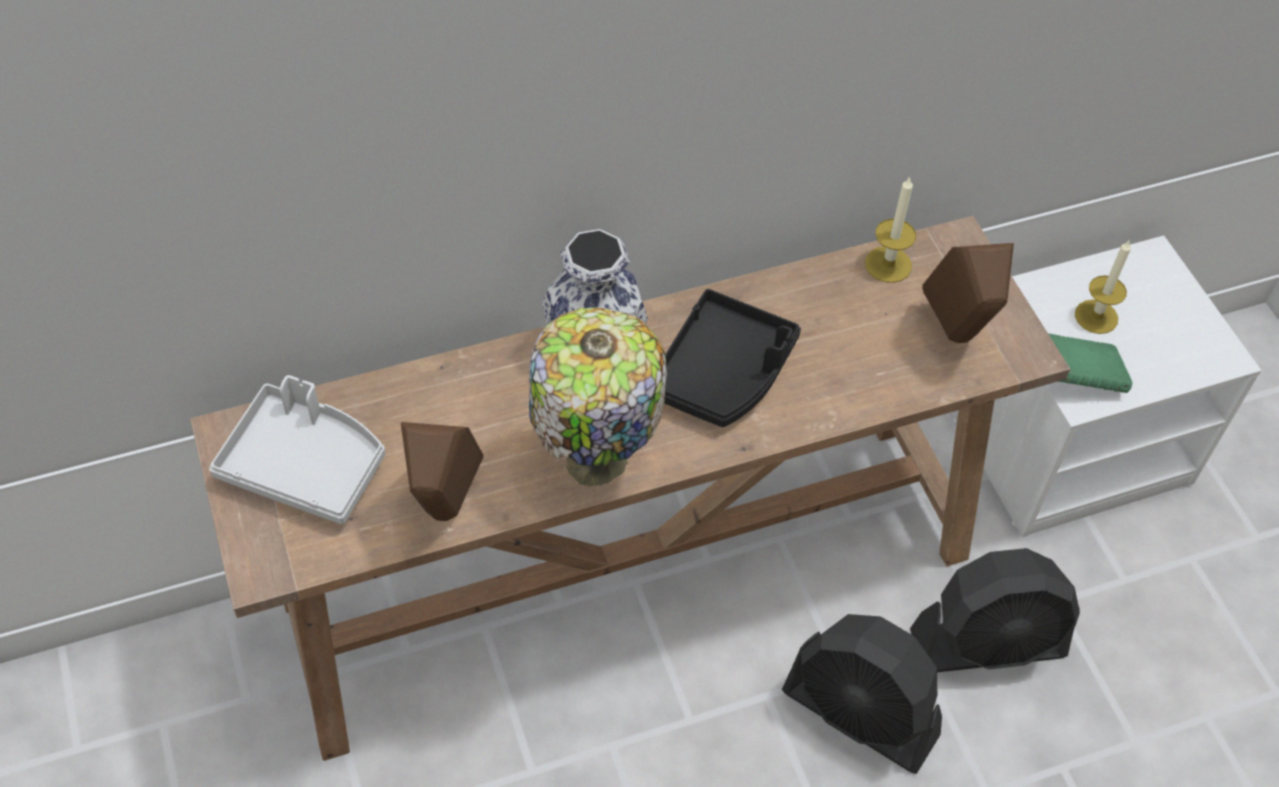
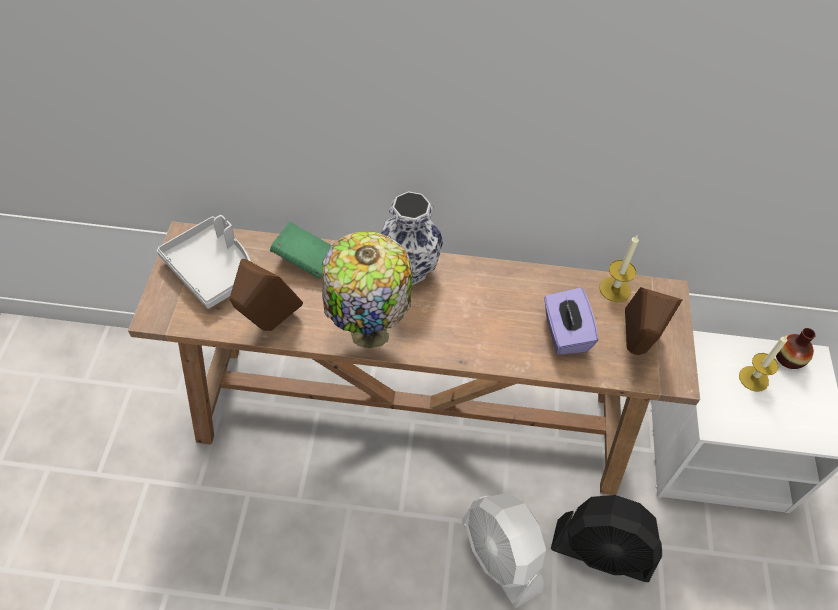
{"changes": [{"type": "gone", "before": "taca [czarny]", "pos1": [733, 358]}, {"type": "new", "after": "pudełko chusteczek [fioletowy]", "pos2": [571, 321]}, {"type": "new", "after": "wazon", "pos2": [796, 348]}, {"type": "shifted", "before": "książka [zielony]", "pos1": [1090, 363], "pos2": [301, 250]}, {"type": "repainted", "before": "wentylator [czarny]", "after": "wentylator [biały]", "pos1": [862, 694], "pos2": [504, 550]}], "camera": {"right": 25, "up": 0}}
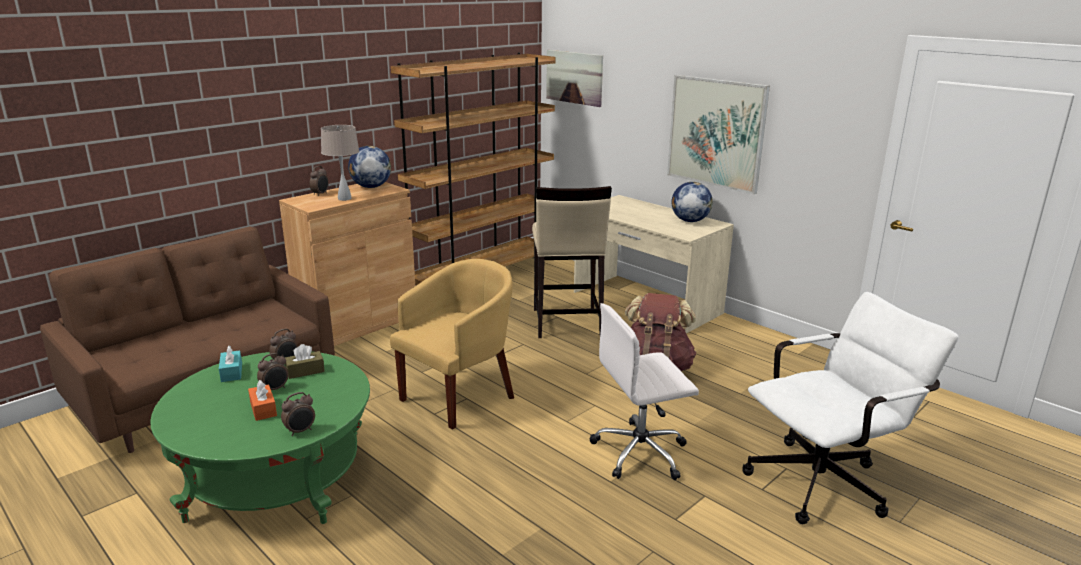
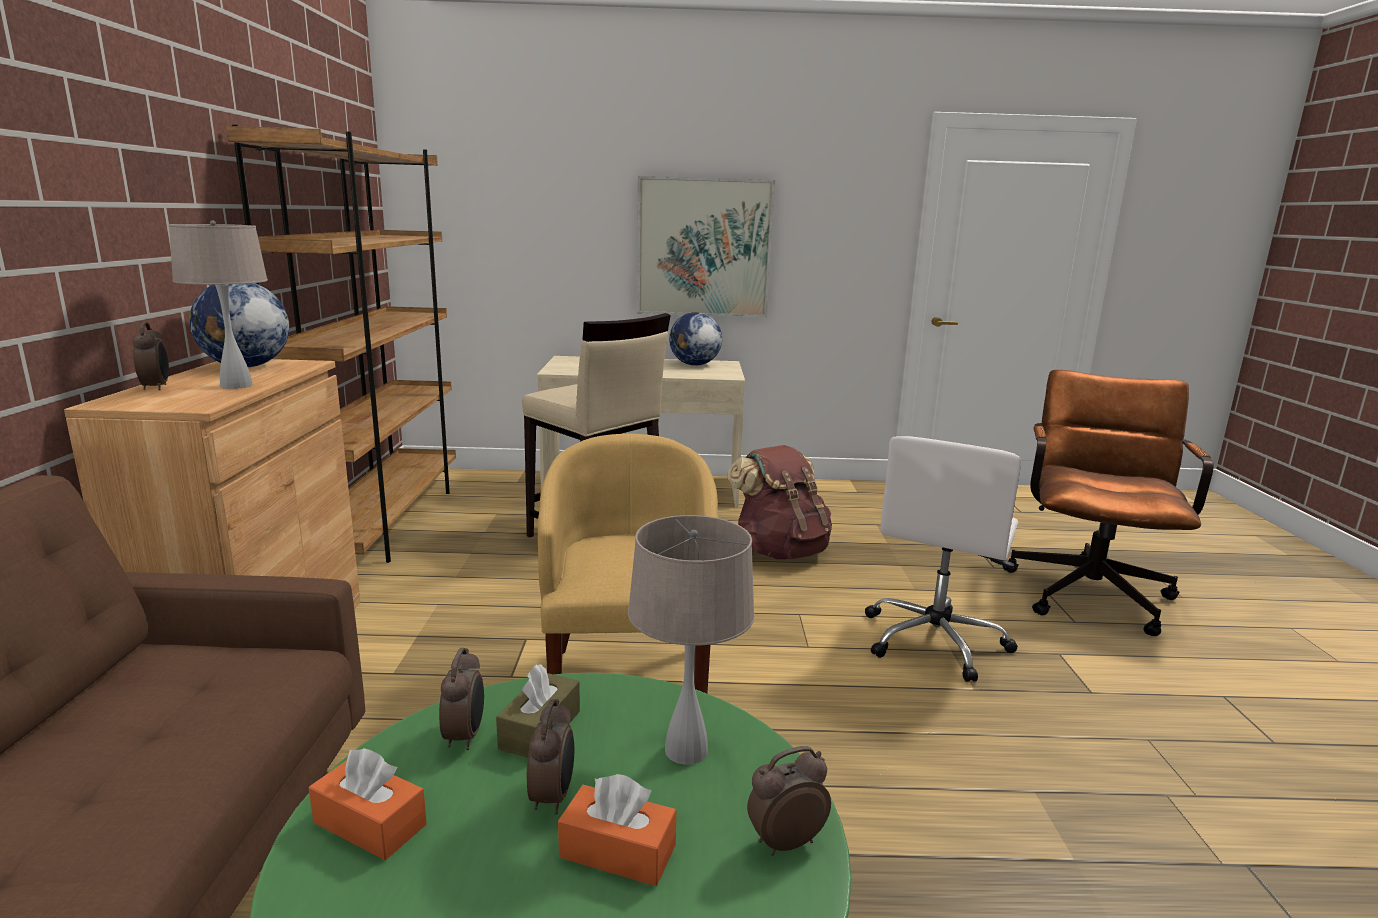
{"changes": [{"type": "gone", "before": "obraz", "pos1": [574, 78]}, {"type": "new", "after": "lampa stołowa [beżowy]", "pos2": [691, 640]}, {"type": "repainted", "before": "pudełko chusteczek [turkusowy]", "after": "pudełko chusteczek [pomarańczowy]", "pos1": [230, 364], "pos2": [368, 804]}, {"type": "repainted", "before": "krzesło biurowe [biały]", "after": "krzesło biurowe [brązowy]", "pos1": [850, 408], "pos2": [1108, 503]}, {"type": "rotated", "before": "budzik", "pos1": [298, 414], "pos2": [789, 801], "turn": -120}], "camera": {"right": -45, "up": -5}}
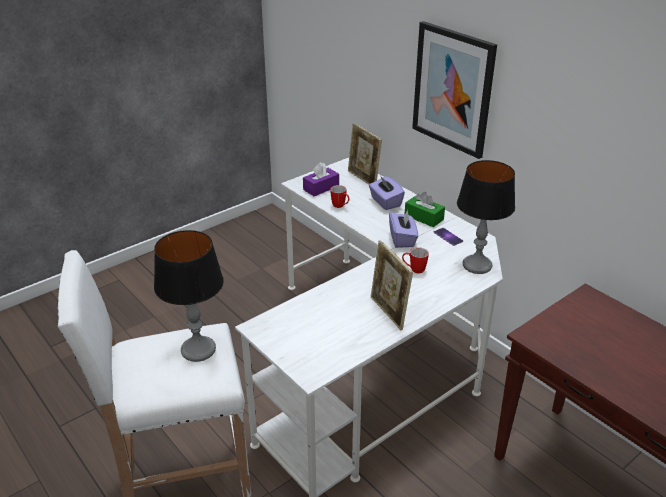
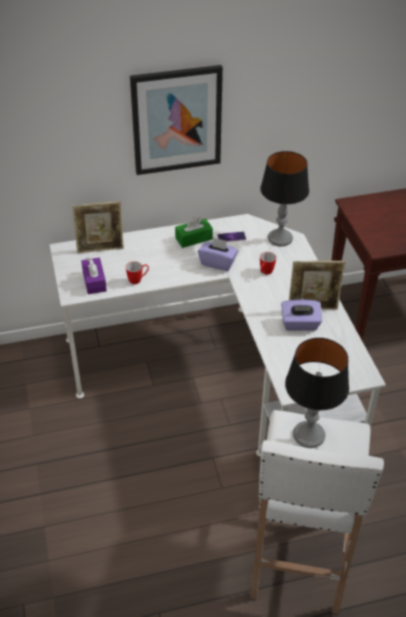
{"changes": [{"type": "shifted", "before": "pudełko chusteczek [fioletowy]", "pos1": [387, 192], "pos2": [301, 315]}], "camera": {"right": -65, "up": 10}}
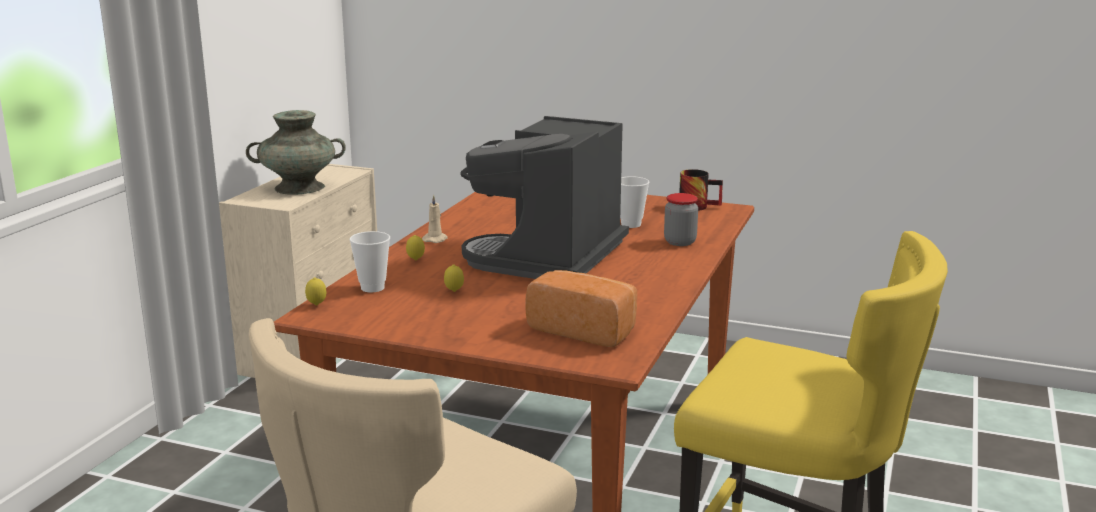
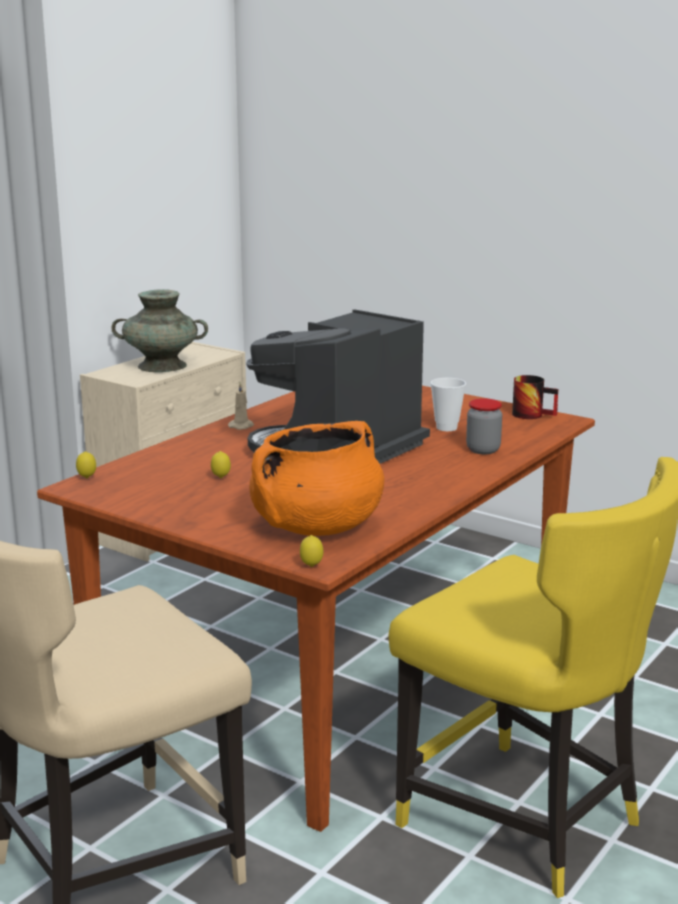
{"changes": [{"type": "gone", "before": "filiżanka", "pos1": [370, 261]}, {"type": "shifted", "before": "cytryna", "pos1": [415, 247], "pos2": [311, 551]}, {"type": "swapped", "before": "chleb", "after": "garnek [pomarańczowy]", "pos1": [581, 308], "pos2": [316, 478]}], "camera": {"right": 15, "up": 0}}
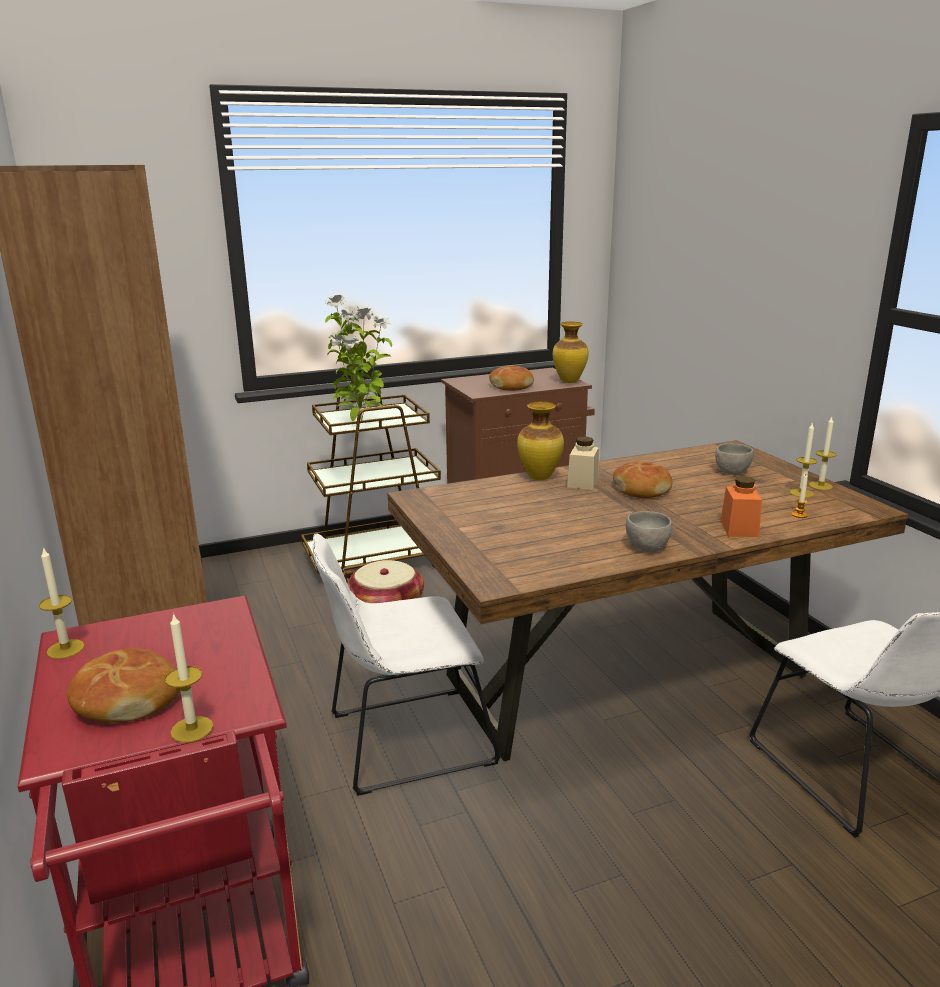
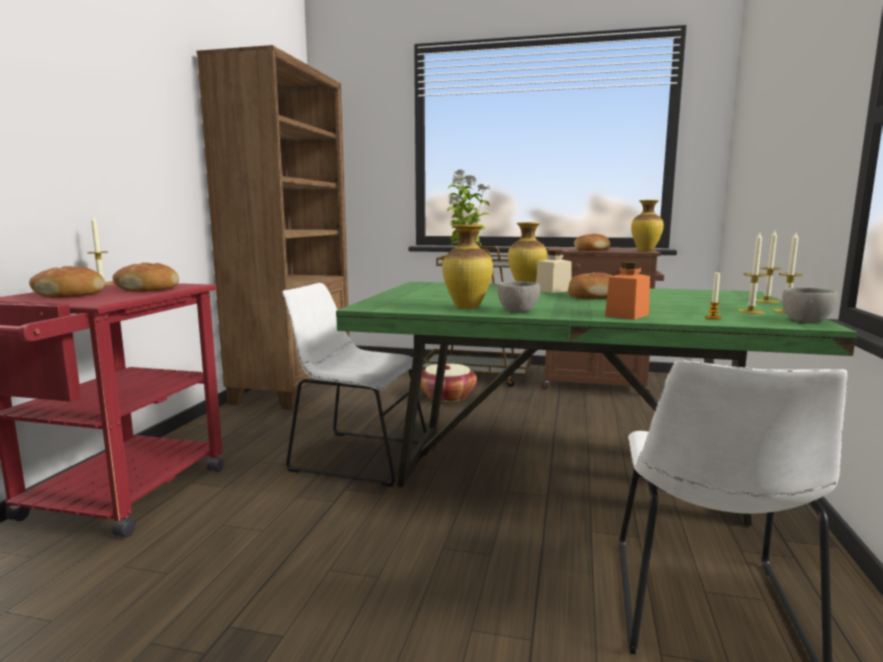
{"changes": [{"type": "new", "after": "chleb", "pos2": [146, 277]}, {"type": "new", "after": "wazon", "pos2": [467, 266]}, {"type": "shifted", "before": "świeca", "pos1": [189, 678], "pos2": [768, 267]}, {"type": "shifted", "before": "miska [szary]", "pos1": [734, 459], "pos2": [810, 305]}, {"type": "repainted", "before": "stół jadalny [brązowy]", "after": "stół jadalny [zielony]", "pos1": [647, 600], "pos2": [596, 404]}], "camera": {"right": 35, "up": -10}}
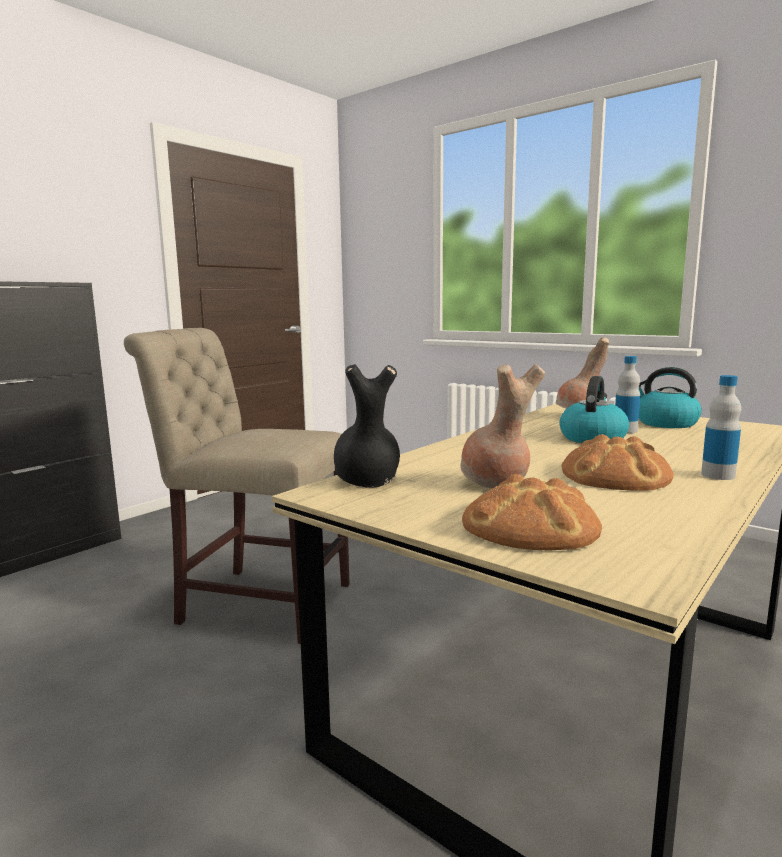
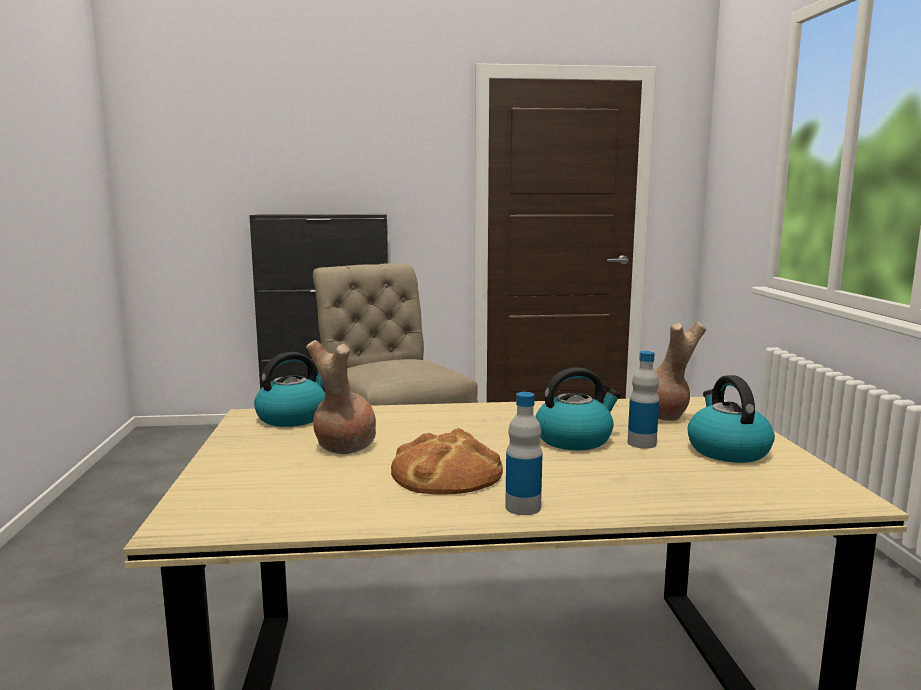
{"changes": [{"type": "gone", "before": "chleb", "pos1": [532, 511]}, {"type": "swapped", "before": "wazon [czarny]", "after": "czajnik", "pos1": [367, 425], "pos2": [289, 389]}], "camera": {"right": 45, "up": 0}}
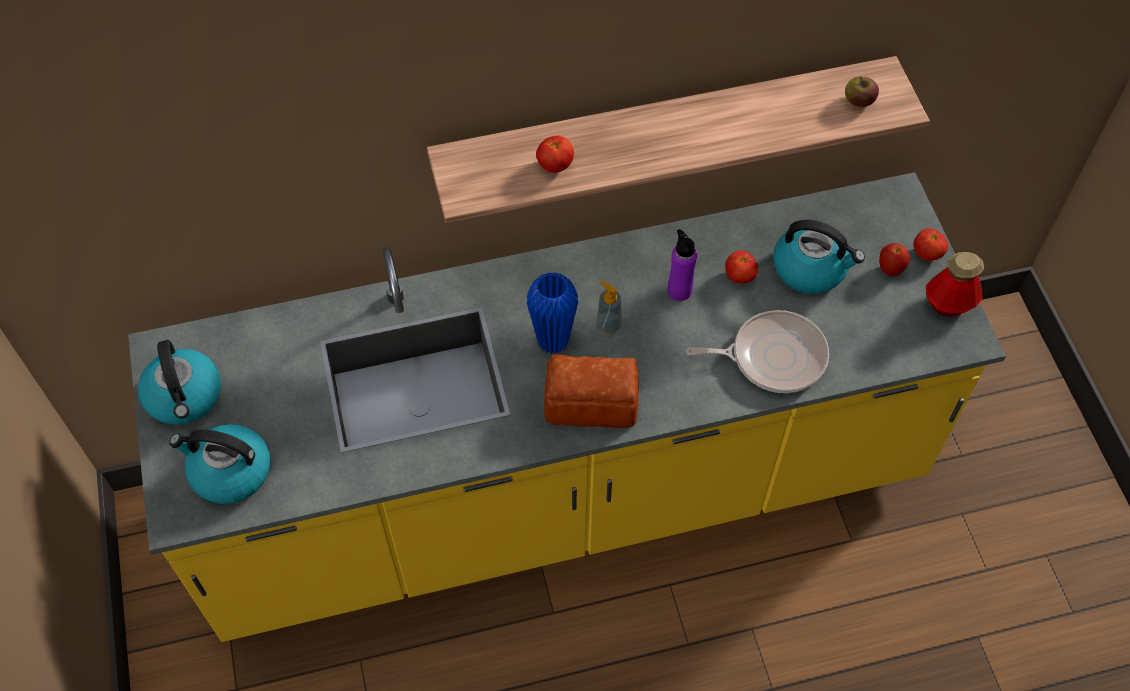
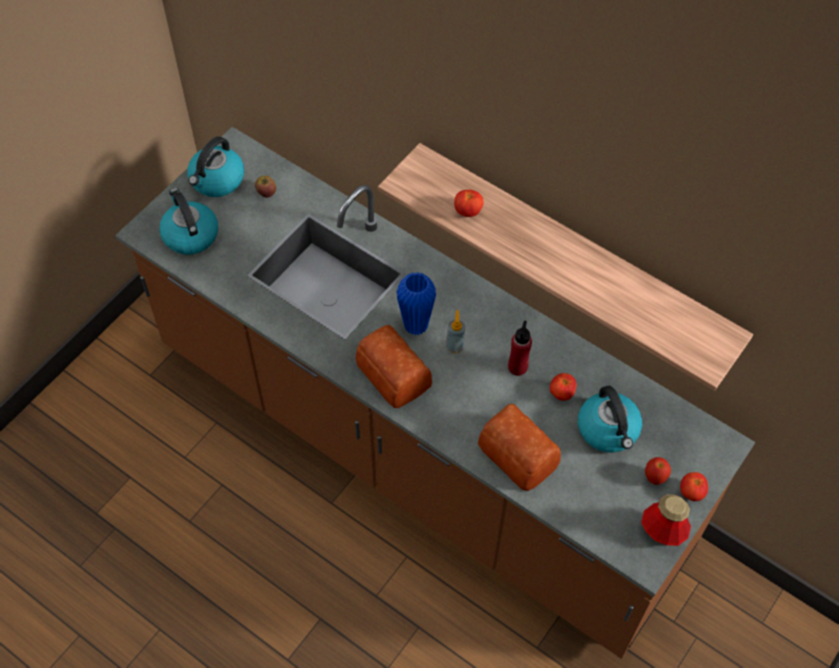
{"changes": [{"type": "shifted", "before": "jabłko", "pos1": [862, 91], "pos2": [265, 187]}, {"type": "swapped", "before": "patelnia", "after": "chleb", "pos1": [757, 351], "pos2": [519, 447]}, {"type": "repainted", "before": "zabudowa kuchenna [żółty]", "after": "zabudowa kuchenna [brązowy]", "pos1": [567, 407], "pos2": [435, 393]}, {"type": "repainted", "before": "butelka [fioletowy]", "after": "butelka [czerwony]", "pos1": [682, 265], "pos2": [520, 348]}], "camera": {"right": 50, "up": 0}}
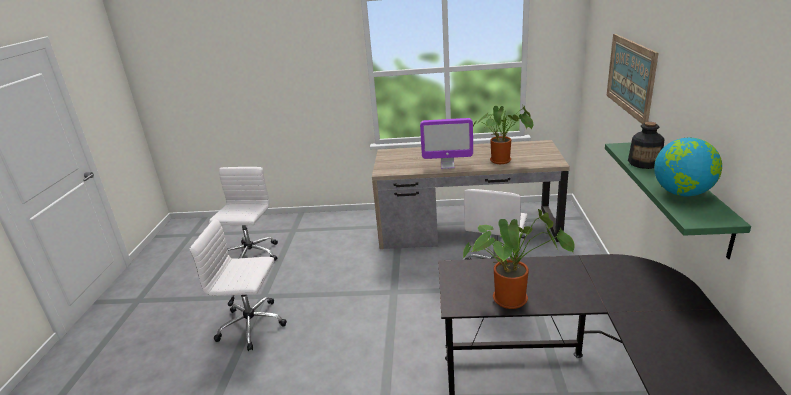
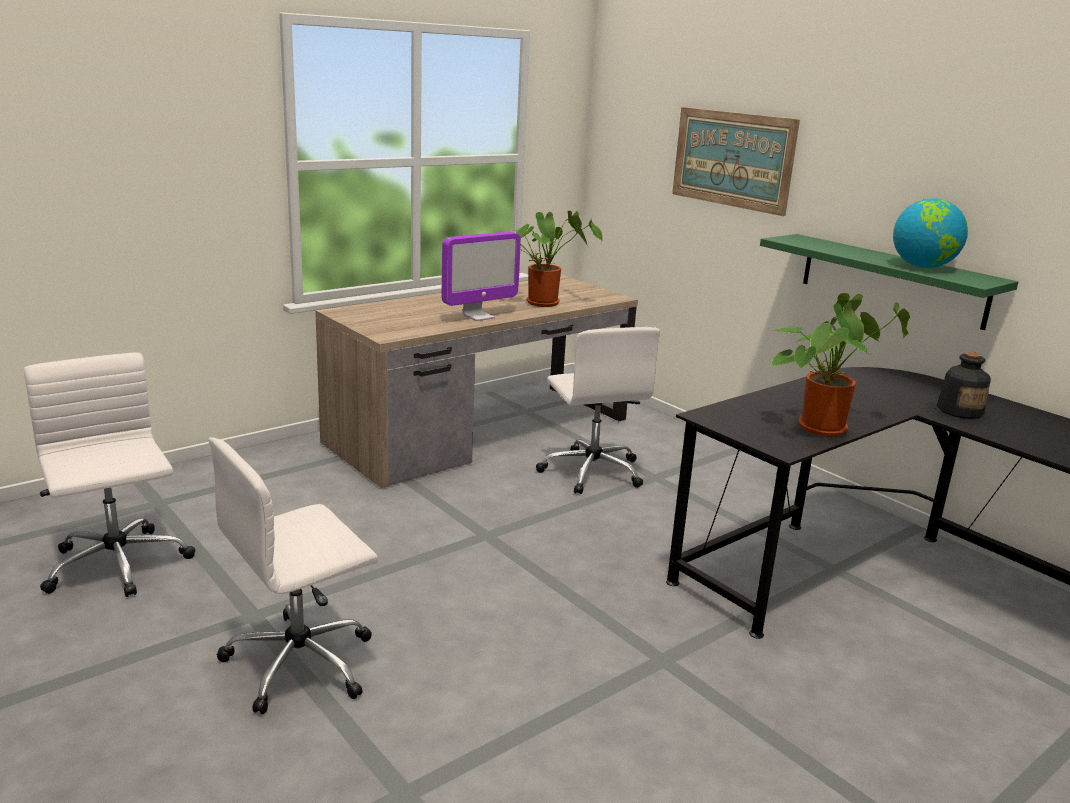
{"changes": [{"type": "shifted", "before": "butelka", "pos1": [646, 145], "pos2": [964, 385]}], "camera": {"right": -45, "up": -5}}
